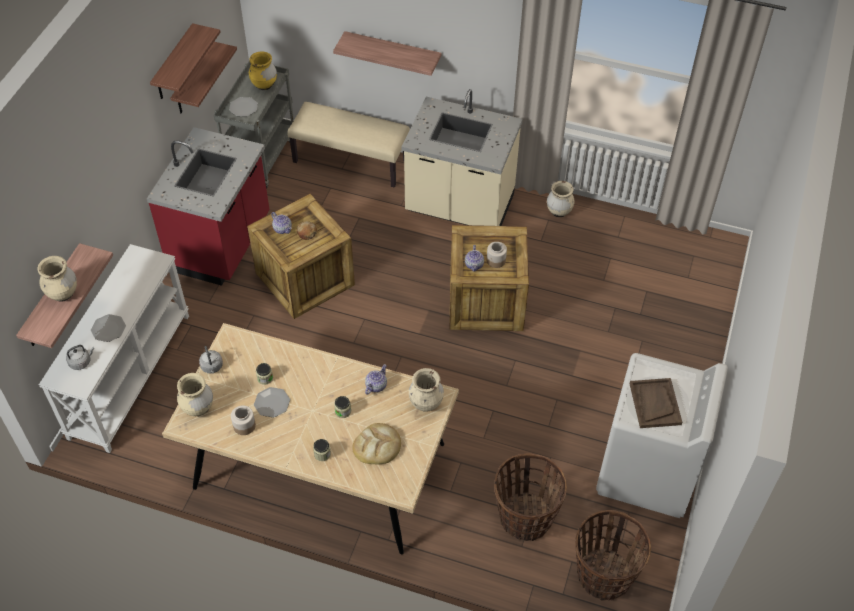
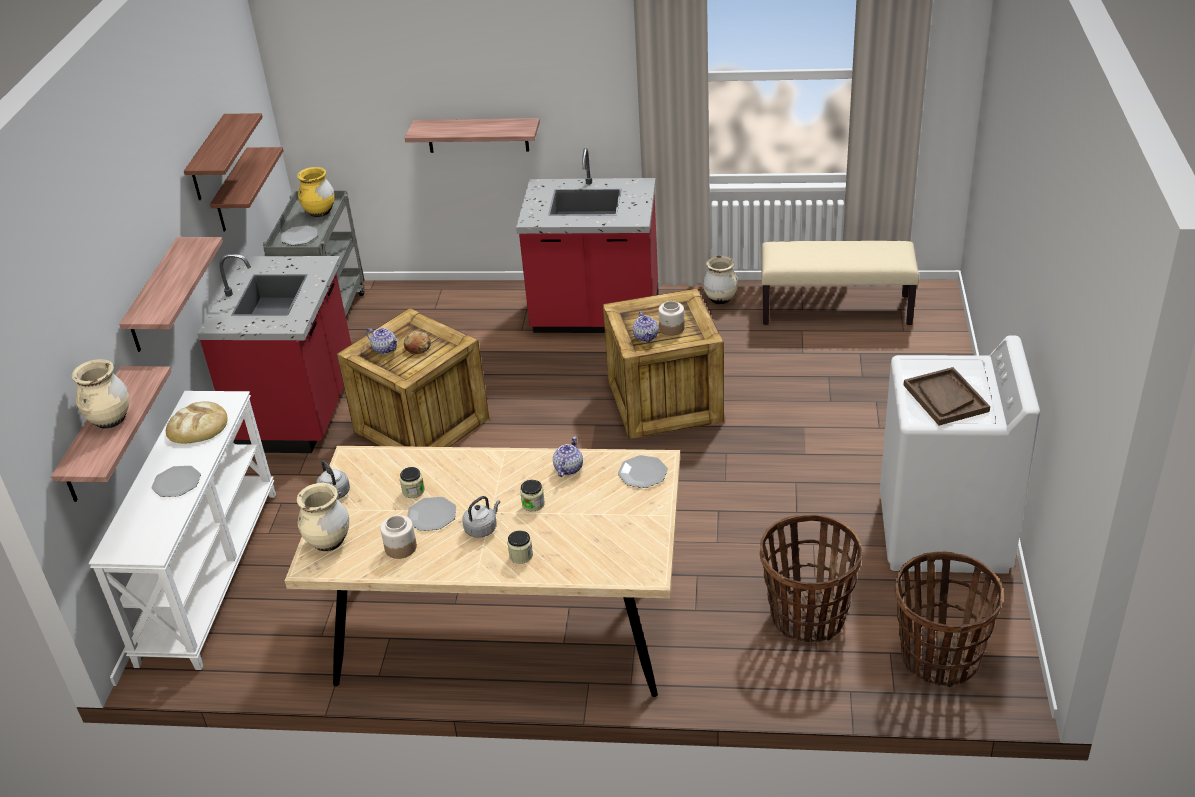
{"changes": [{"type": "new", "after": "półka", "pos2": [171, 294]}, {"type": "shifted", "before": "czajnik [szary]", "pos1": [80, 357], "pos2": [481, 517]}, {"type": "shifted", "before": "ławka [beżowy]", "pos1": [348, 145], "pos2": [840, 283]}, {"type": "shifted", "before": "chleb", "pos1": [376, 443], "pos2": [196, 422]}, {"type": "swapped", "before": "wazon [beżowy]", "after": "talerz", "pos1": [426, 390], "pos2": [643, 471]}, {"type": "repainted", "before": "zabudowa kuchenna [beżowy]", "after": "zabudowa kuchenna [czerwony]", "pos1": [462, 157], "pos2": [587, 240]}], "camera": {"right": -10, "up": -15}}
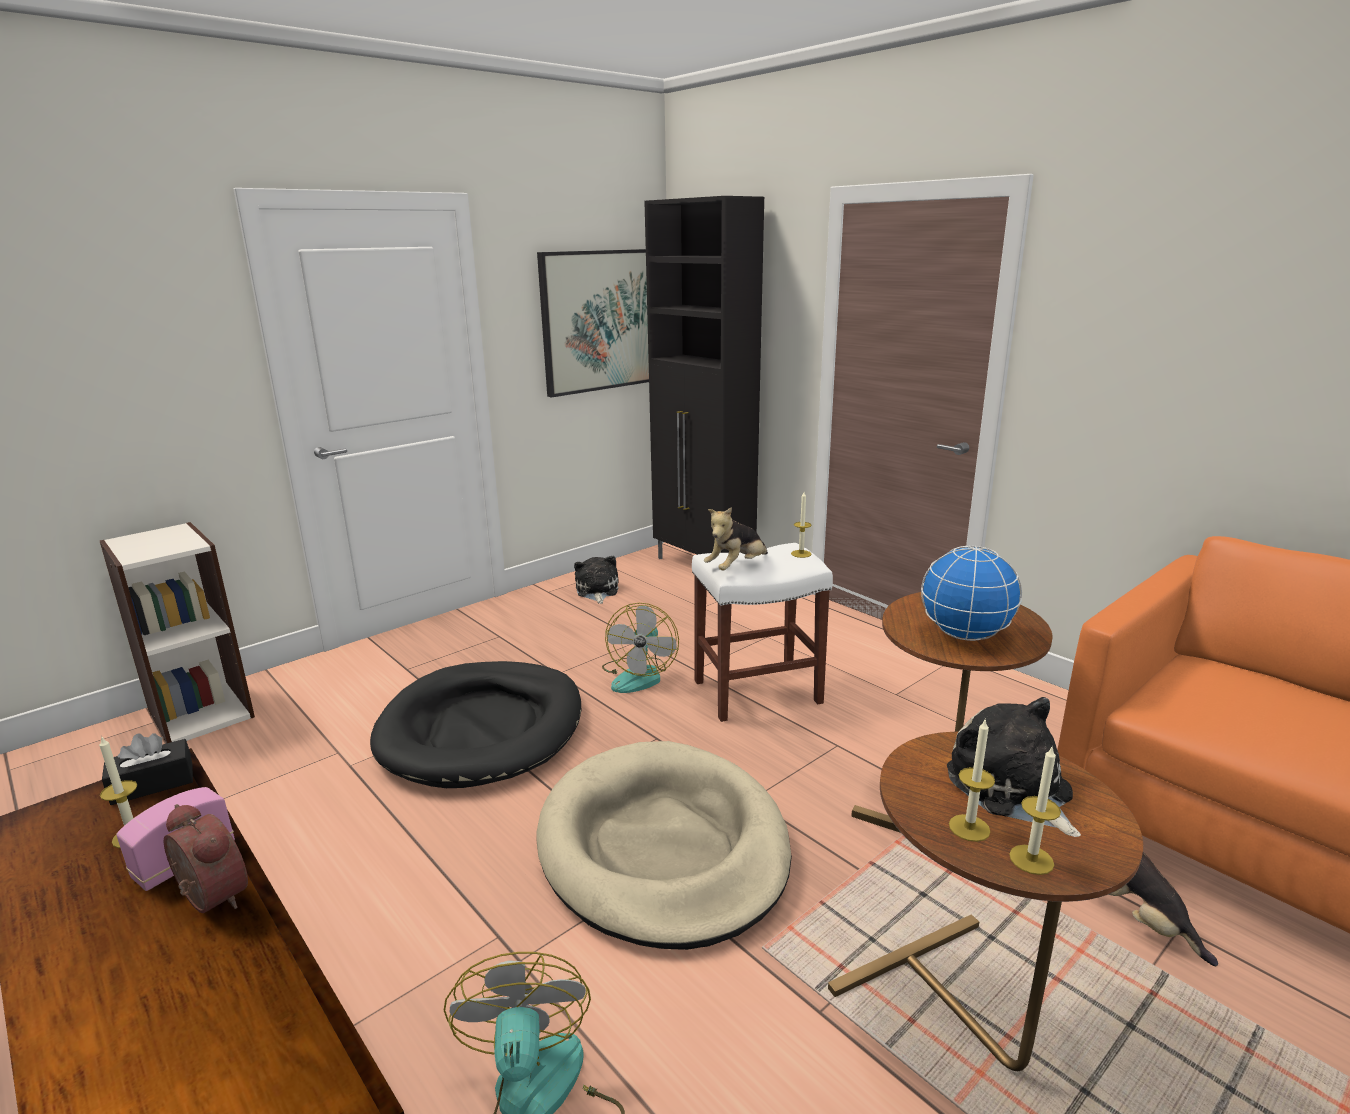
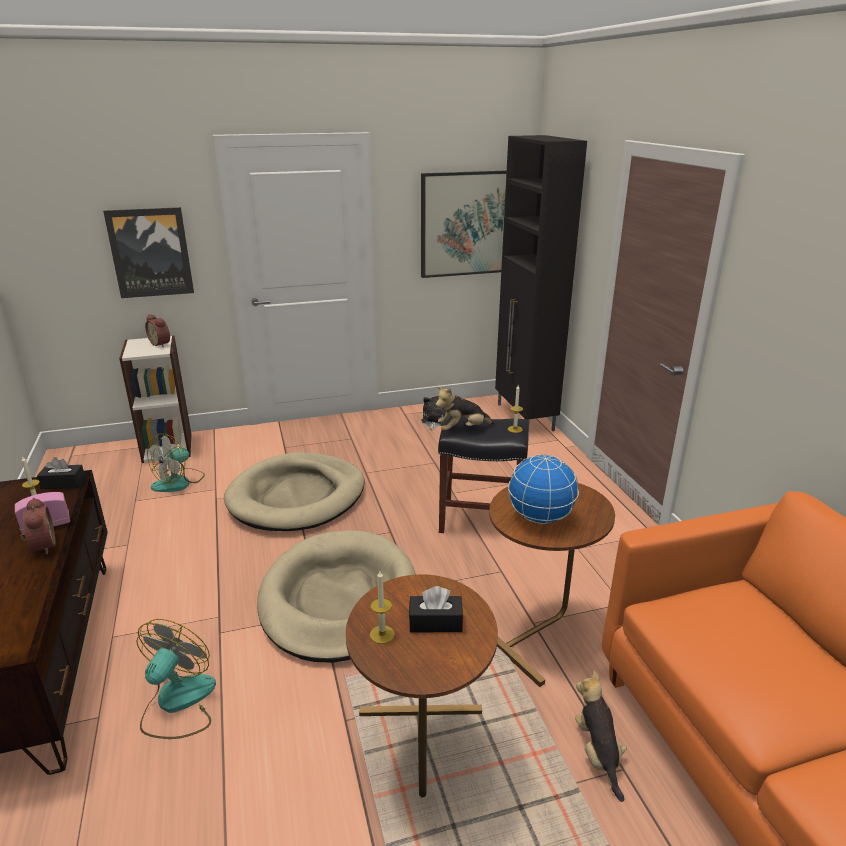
{"changes": [{"type": "gone", "before": "świeca", "pos1": [1035, 811]}, {"type": "new", "after": "obraz", "pos2": [148, 252]}, {"type": "new", "after": "budzik", "pos2": [157, 330]}, {"type": "shifted", "before": "wentylator", "pos1": [640, 648], "pos2": [176, 462]}, {"type": "swapped", "before": "pluszak", "after": "pudełko chusteczek [czarny]", "pos1": [1014, 767], "pos2": [436, 609]}, {"type": "repainted", "before": "legowisko [czarny]", "after": "legowisko [beżowy]", "pos1": [475, 724], "pos2": [294, 491]}, {"type": "repainted", "before": "stołek [biały]", "after": "stołek [czarny]", "pos1": [762, 632], "pos2": [483, 474]}], "camera": {"right": 25, "up": 5}}
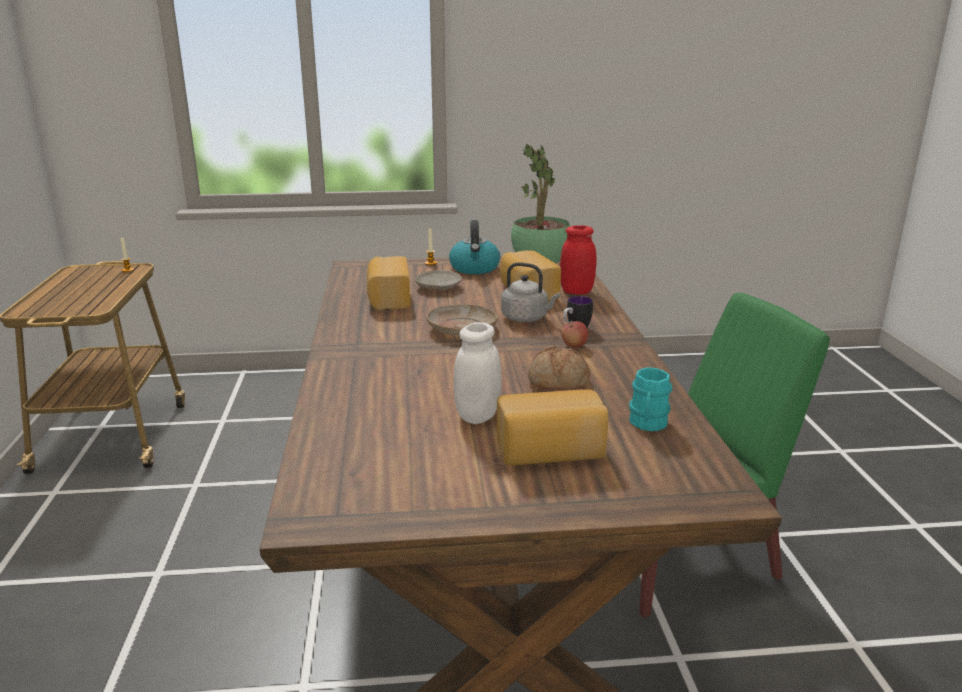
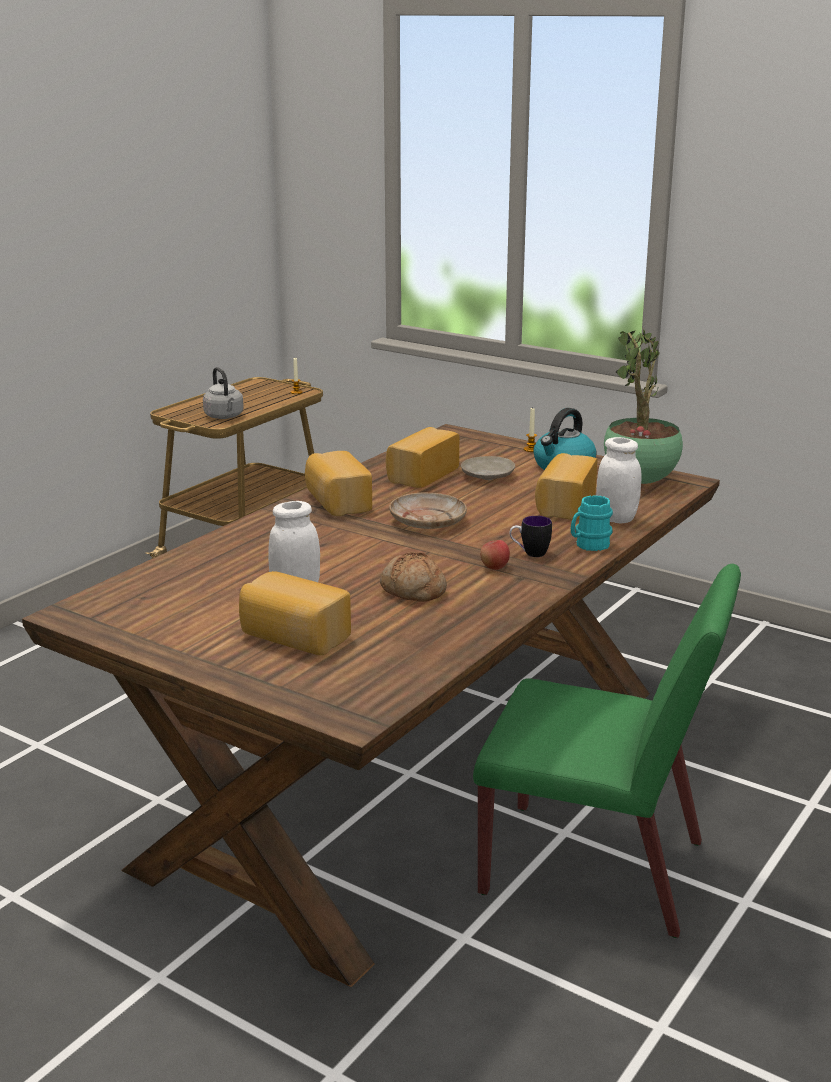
{"changes": [{"type": "new", "after": "chleb", "pos2": [338, 483]}, {"type": "shifted", "before": "czajnik [szary]", "pos1": [530, 292], "pos2": [223, 393]}, {"type": "shifted", "before": "kubek [turkusowy]", "pos1": [650, 399], "pos2": [592, 523]}, {"type": "repainted", "before": "słoik [czerwony]", "after": "słoik [biały]", "pos1": [578, 260], "pos2": [619, 480]}], "camera": {"right": 40, "up": 0}}
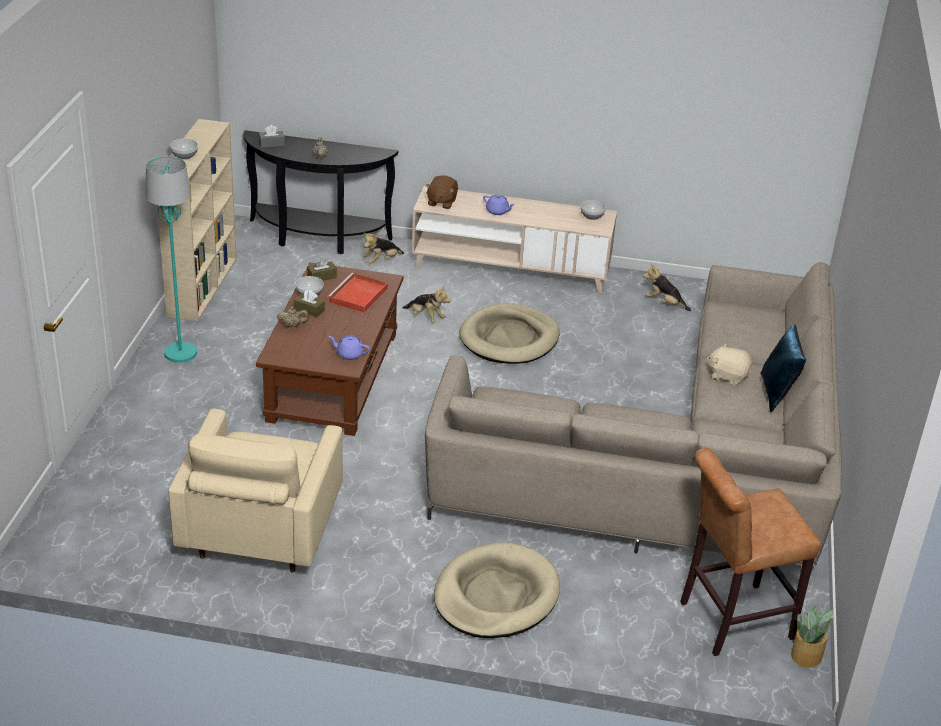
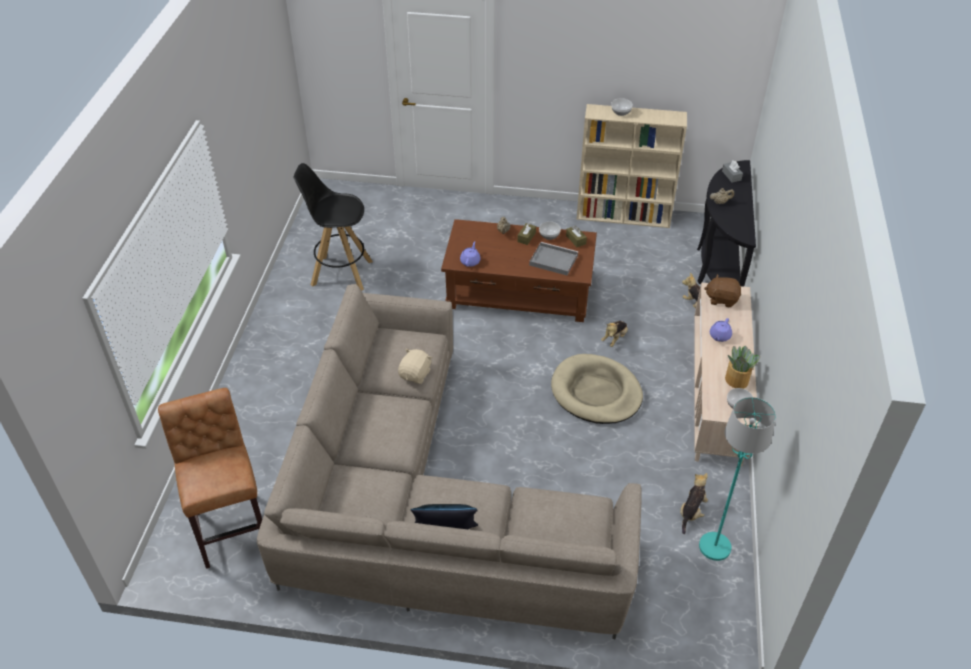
{"changes": [{"type": "gone", "before": "legowisko [beżowy]", "pos1": [497, 590]}, {"type": "shifted", "before": "lampa stojąca [turkusowy]", "pos1": [171, 259], "pos2": [737, 479]}, {"type": "shifted", "before": "pluszak [beżowy]", "pos1": [729, 364], "pos2": [415, 366]}, {"type": "shifted", "before": "roślina doniczkowa", "pos1": [812, 635], "pos2": [742, 367]}, {"type": "swapped", "before": "fotel [beżowy]", "after": "stołek [czarny]", "pos1": [255, 491], "pos2": [333, 227]}, {"type": "repainted", "before": "taca [czerwony]", "after": "taca [szary]", "pos1": [357, 293], "pos2": [553, 259]}], "camera": {"right": 90, "up": 10}}
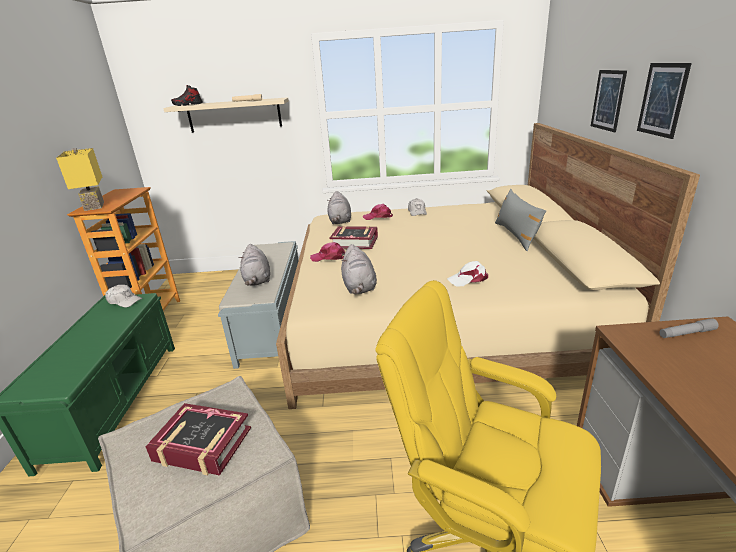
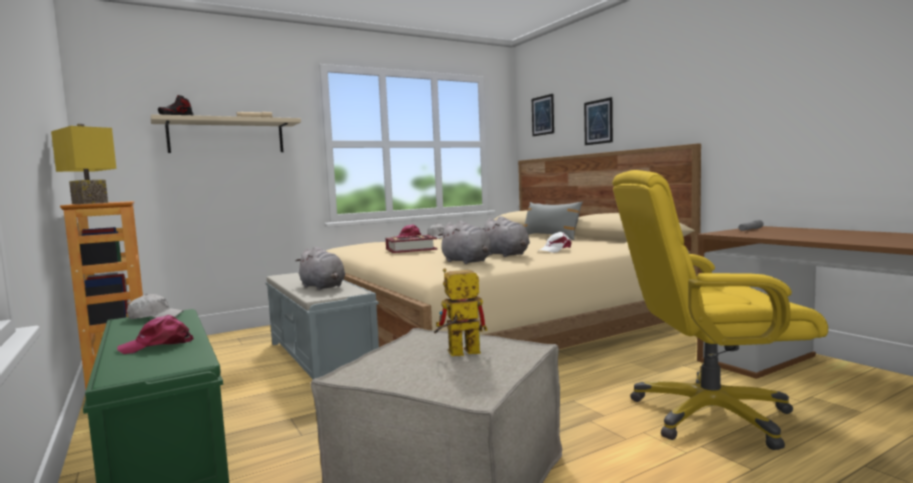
{"changes": [{"type": "shifted", "before": "czapka z daszkiem [różowy]", "pos1": [327, 252], "pos2": [155, 334]}, {"type": "shifted", "before": "pluszak [szary]", "pos1": [339, 207], "pos2": [506, 236]}, {"type": "shifted", "before": "obraz", "pos1": [664, 101], "pos2": [543, 115]}, {"type": "swapped", "before": "książka", "after": "robot zabawkowy", "pos1": [198, 439], "pos2": [460, 312]}], "camera": {"right": -30, "up": -20}}
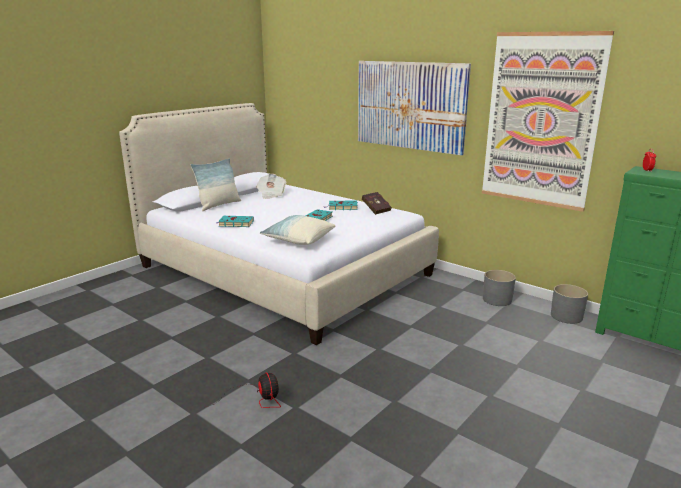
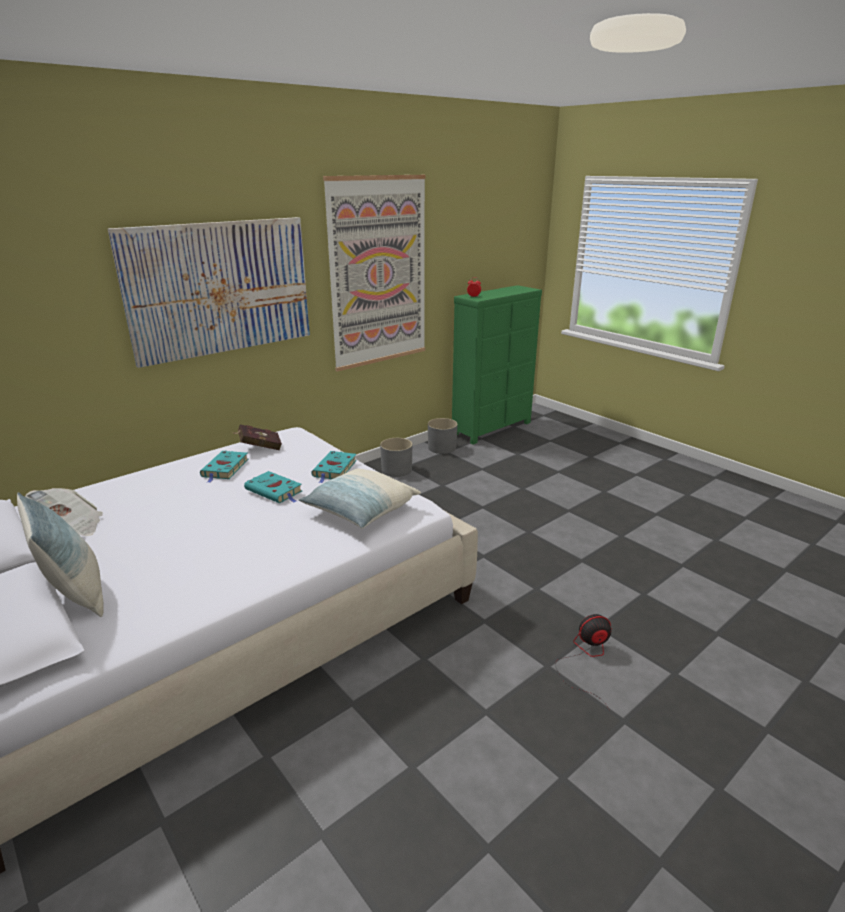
{"changes": [{"type": "shifted", "before": "książka [turkusowy]", "pos1": [235, 221], "pos2": [334, 467]}], "camera": {"right": -80, "up": 5}}
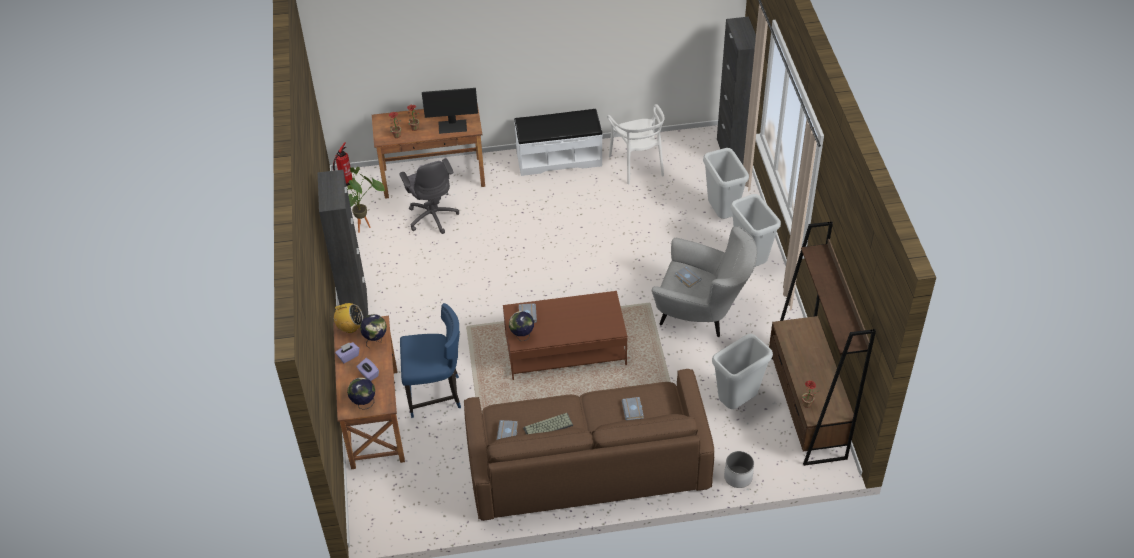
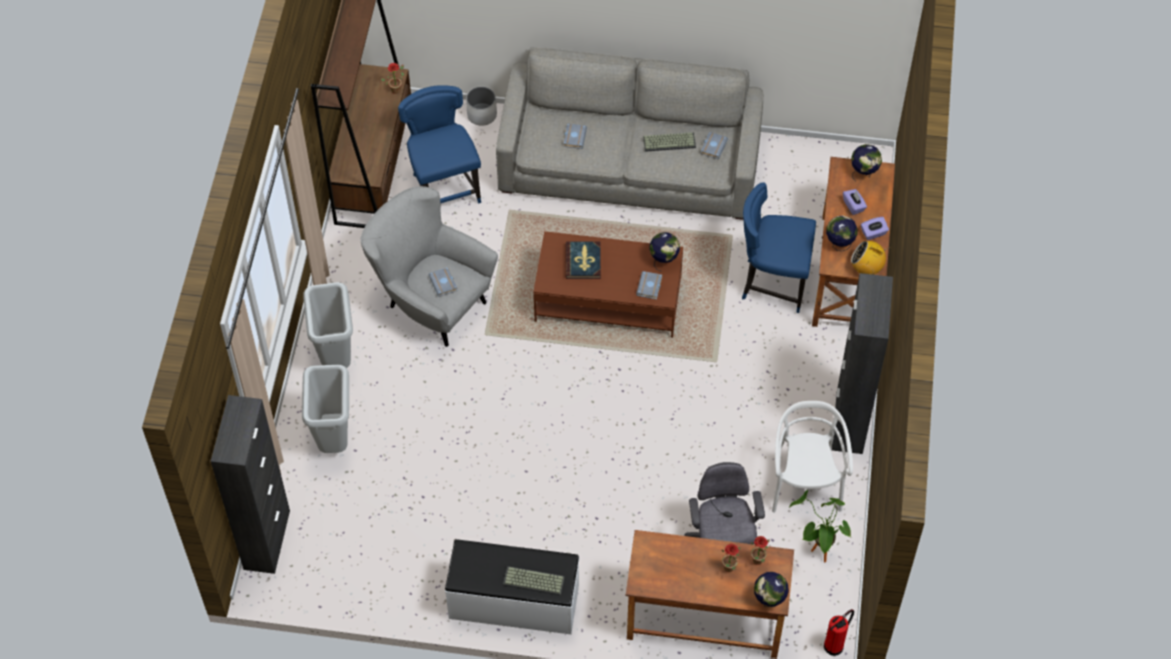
{"changes": [{"type": "gone", "before": "monitor", "pos1": [450, 111]}, {"type": "new", "after": "klawiatura", "pos2": [534, 580]}, {"type": "new", "after": "książka", "pos2": [583, 260]}, {"type": "new", "after": "globus", "pos2": [771, 589]}, {"type": "shifted", "before": "krzesło [biały]", "pos1": [636, 144], "pos2": [812, 457]}, {"type": "swapped", "before": "kosz na śmieci [szary]", "after": "krzesło [niebieski]", "pos1": [742, 371], "pos2": [439, 144]}, {"type": "repainted", "before": "kanapa [brązowy]", "after": "kanapa [szary]", "pos1": [589, 445], "pos2": [629, 133]}], "camera": {"right": -165, "up": 10}}
